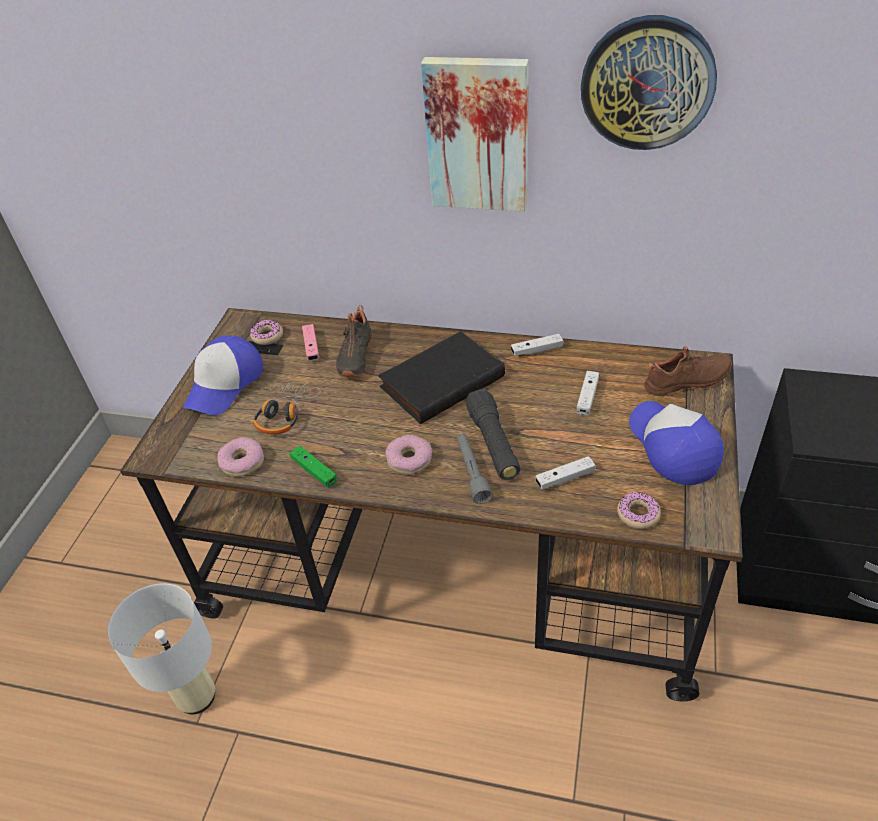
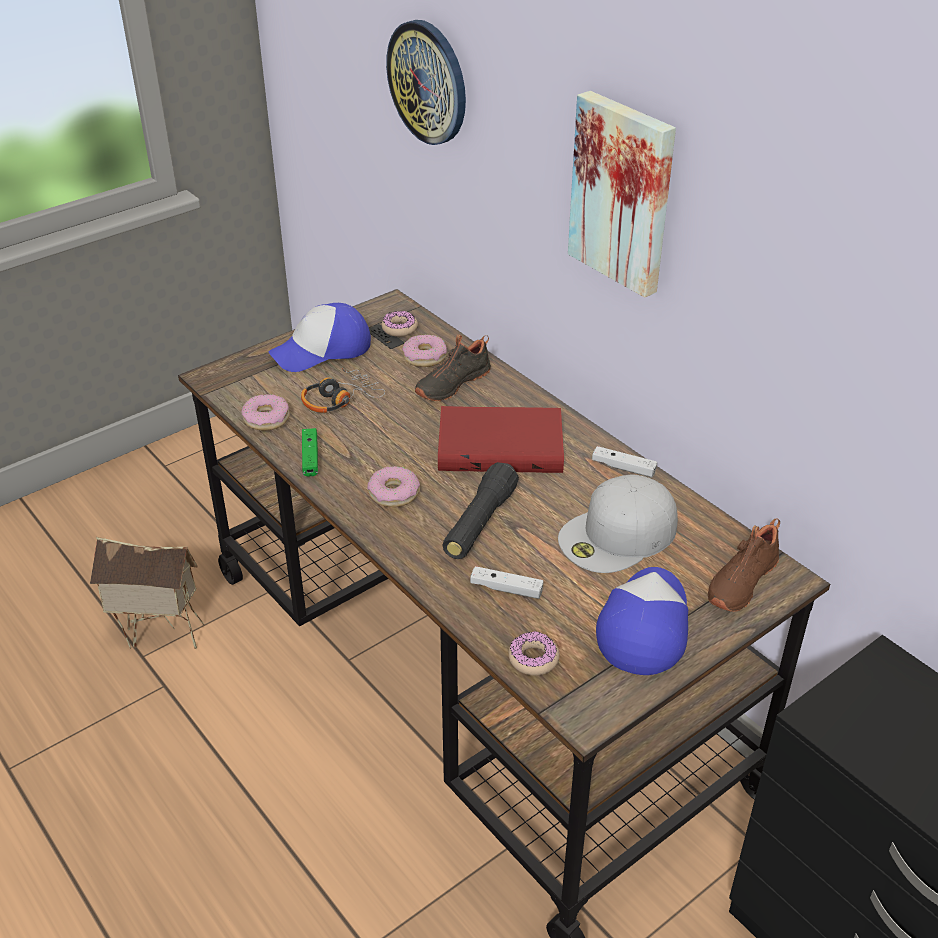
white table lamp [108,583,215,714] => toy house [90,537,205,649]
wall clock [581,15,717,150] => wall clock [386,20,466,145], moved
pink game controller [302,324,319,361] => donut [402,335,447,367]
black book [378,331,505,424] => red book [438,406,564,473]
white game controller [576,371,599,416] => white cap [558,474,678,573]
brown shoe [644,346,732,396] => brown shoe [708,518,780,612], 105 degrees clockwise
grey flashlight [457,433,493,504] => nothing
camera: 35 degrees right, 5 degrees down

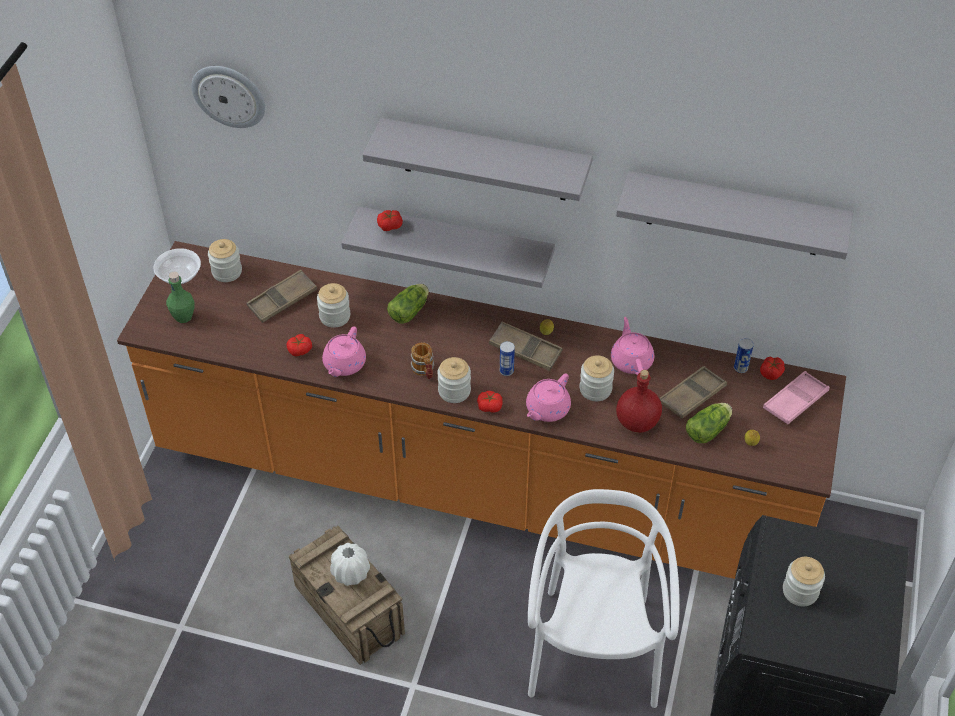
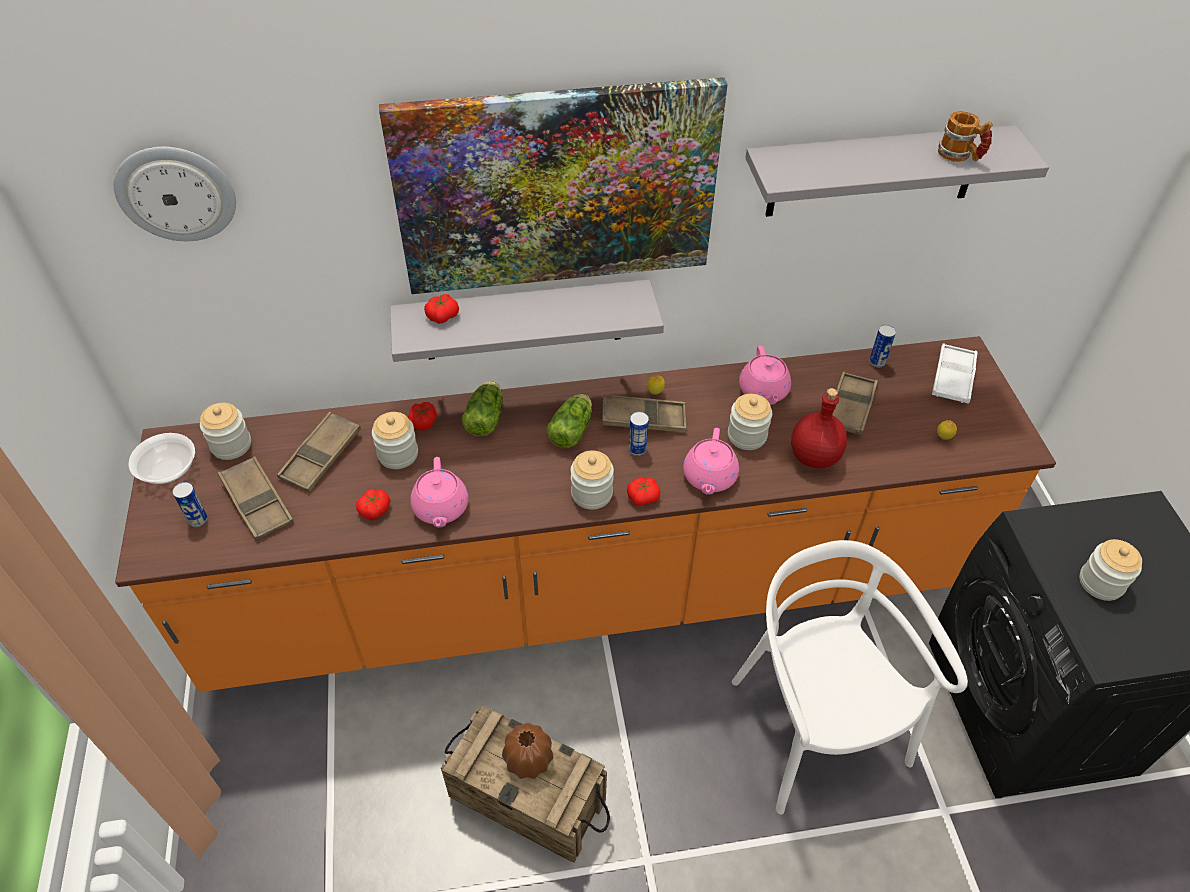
green bottle [166,272,195,323] => can [173,482,208,527]
nothing => brown tray [218,456,294,541]
grey shelf [363,118,593,201] => picture [379,77,728,294]
tomato [760,356,785,380] => tomato [408,402,437,431], moved
white vase [330,543,370,586] => brown vase [502,723,553,779]
lettuce [686,403,732,444] => lettuce [547,394,592,448], moved
pink teapot [611,317,654,375] => pink teapot [739,345,791,405], 150 degrees counterclockwise
pink tray [763,371,830,424] => white tray [932,343,978,404]
mug [410,342,435,379] => mug [938,111,993,162], moved
camera: 25 degrees left, 0 degrees up

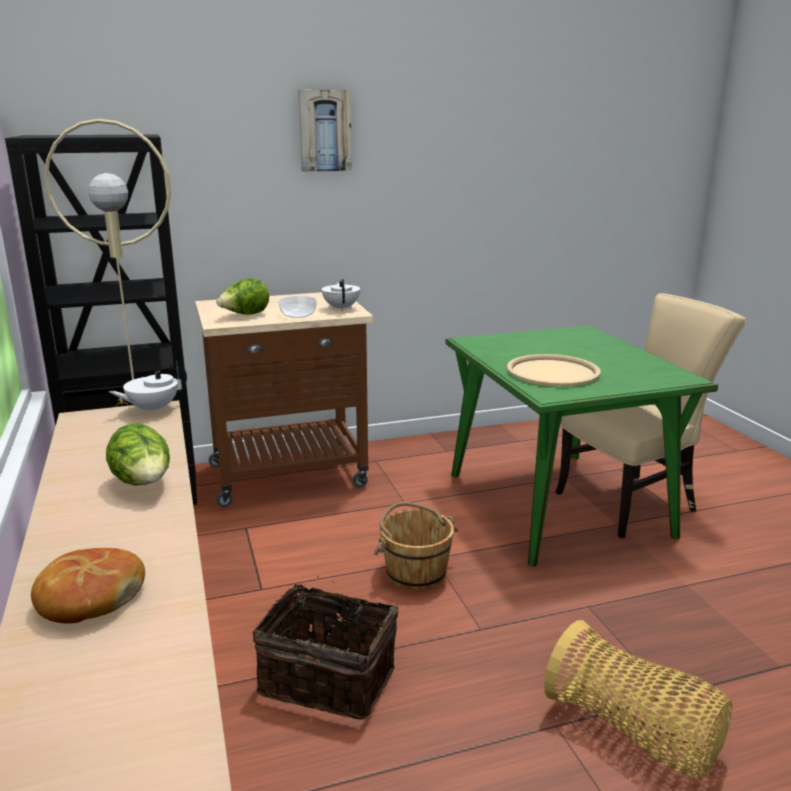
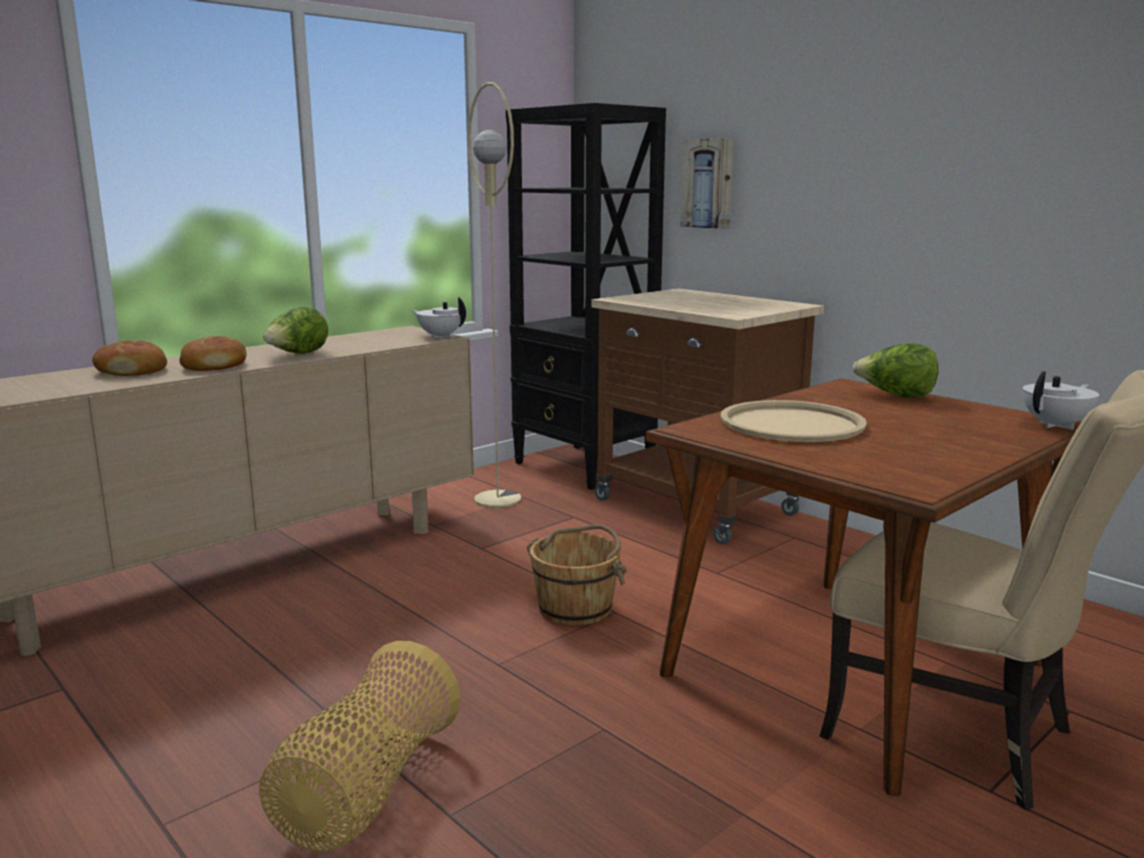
nothing => bread [179,336,247,371]
green dining table [445,325,718,567] => brown dining table [646,378,1082,796]
picture [298,90,352,172] => picture [680,138,734,229], moved
lettuce [216,278,269,315] => lettuce [852,343,939,398], moved
white teapot [322,279,360,311] => white teapot [1023,371,1099,430], moved
basket [253,576,398,720] => nothing
bowl [278,296,317,318] => nothing
camera: 65 degrees right, 5 degrees down

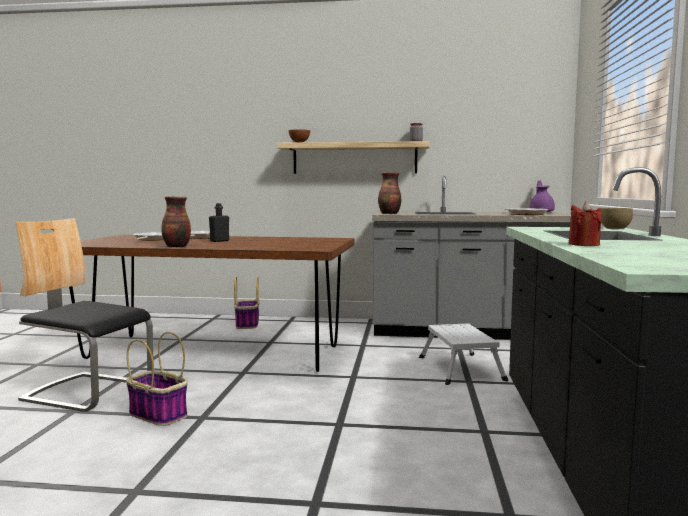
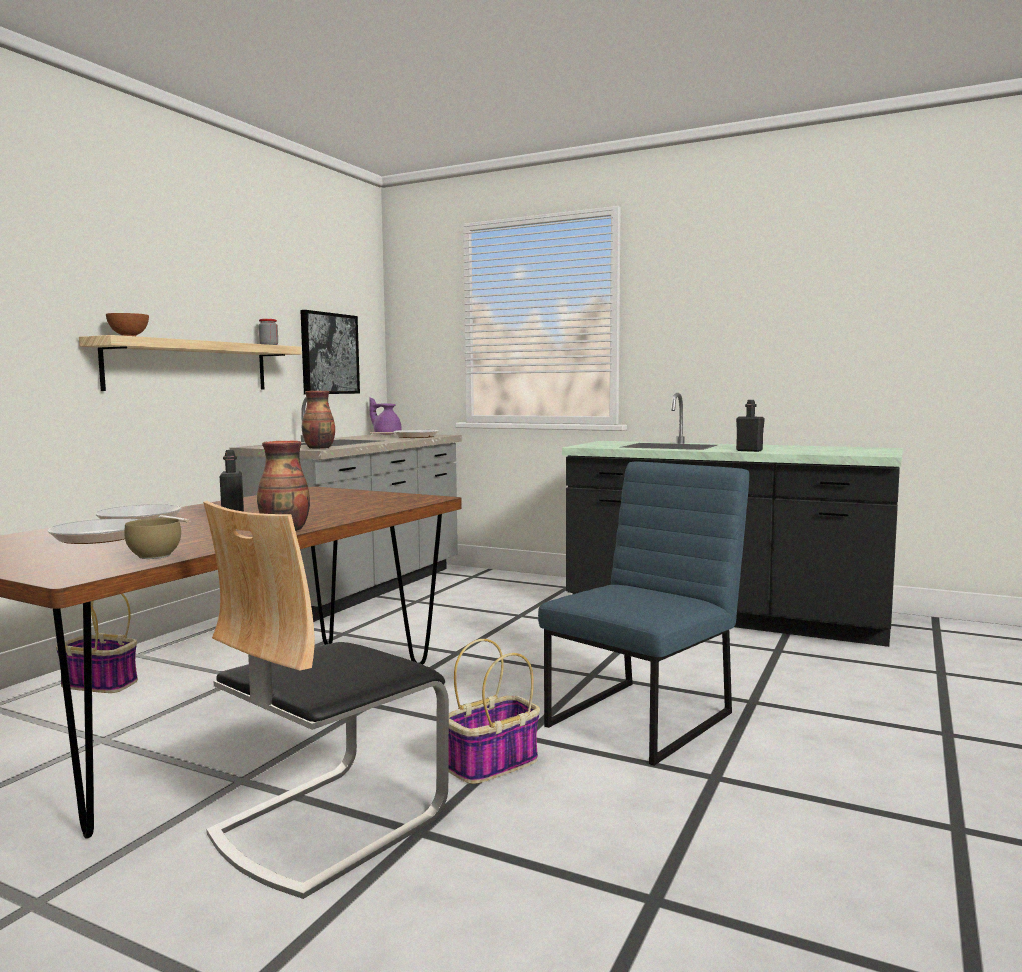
brown bowl [601,208,633,229] => brown bowl [124,518,181,559], moved
nothing => picture [300,310,360,394]
nothing => blue chair [538,461,749,766]
red candle [569,202,602,246] => black bottle [736,400,765,452]
white step ladder [419,323,509,385] => nothing
camera: 70 degrees left, 0 degrees up

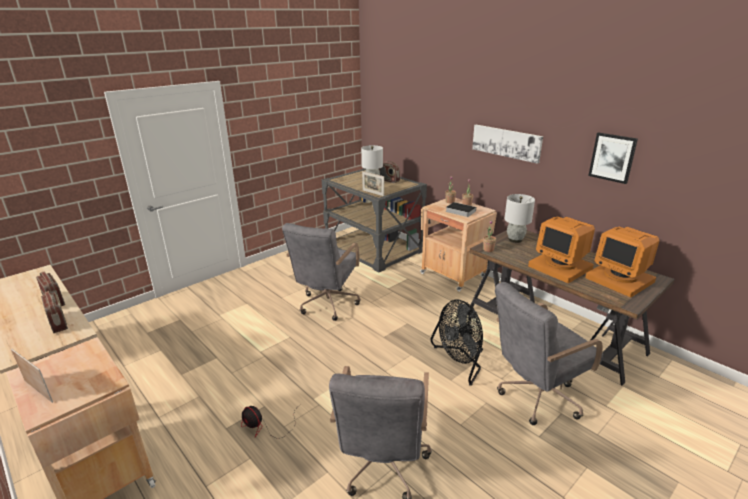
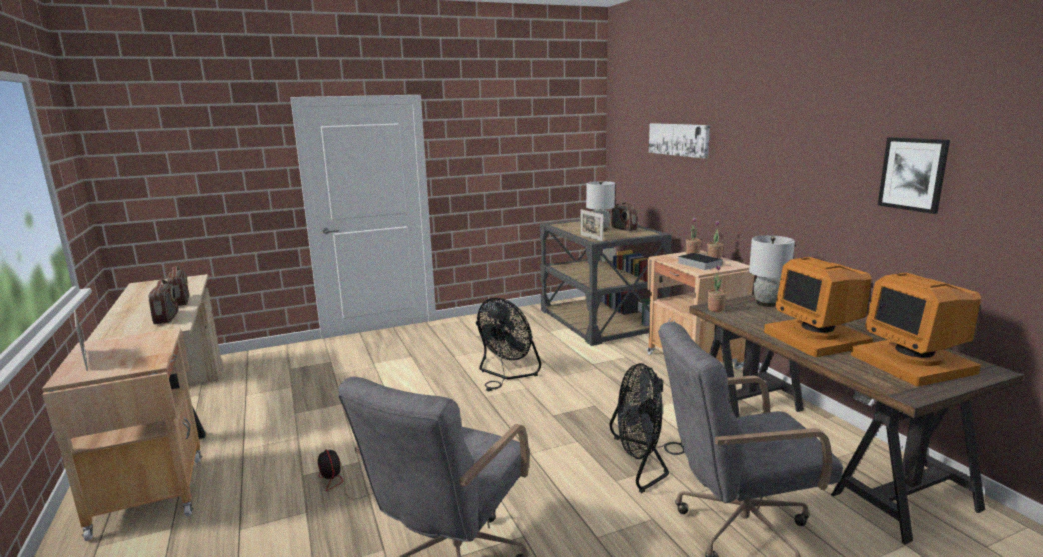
grey office chair [282,223,361,321] => black fan [475,298,541,392]
picture [472,125,543,164] => picture [649,123,710,159], moved
camera: 20 degrees right, 10 degrees down

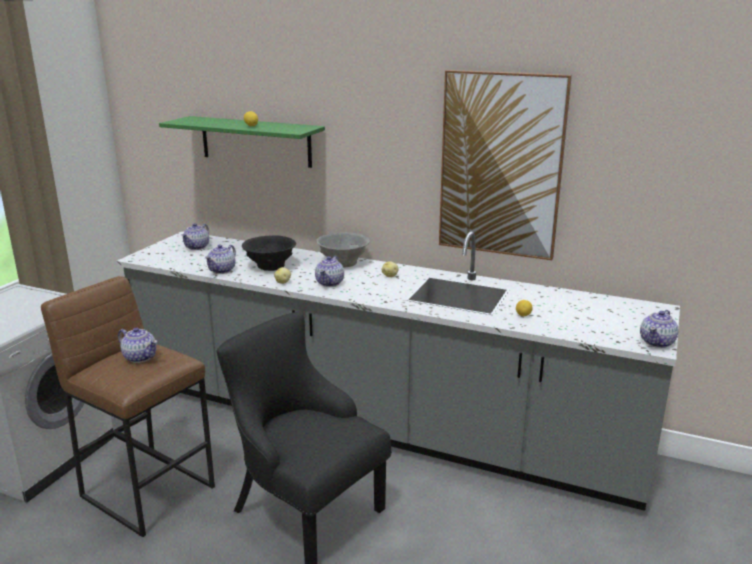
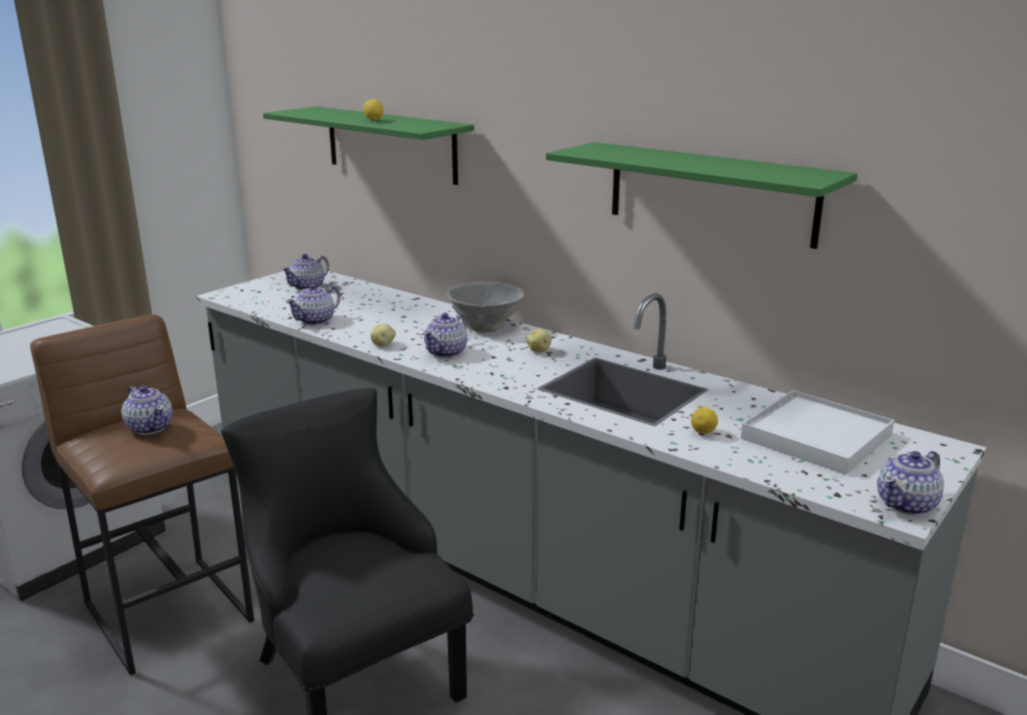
picture [439,70,572,260] => green shelf [546,142,857,249]
nothing => white tray [741,390,894,475]
black bowl [242,235,296,271] => nothing
camera: 15 degrees right, 0 degrees up

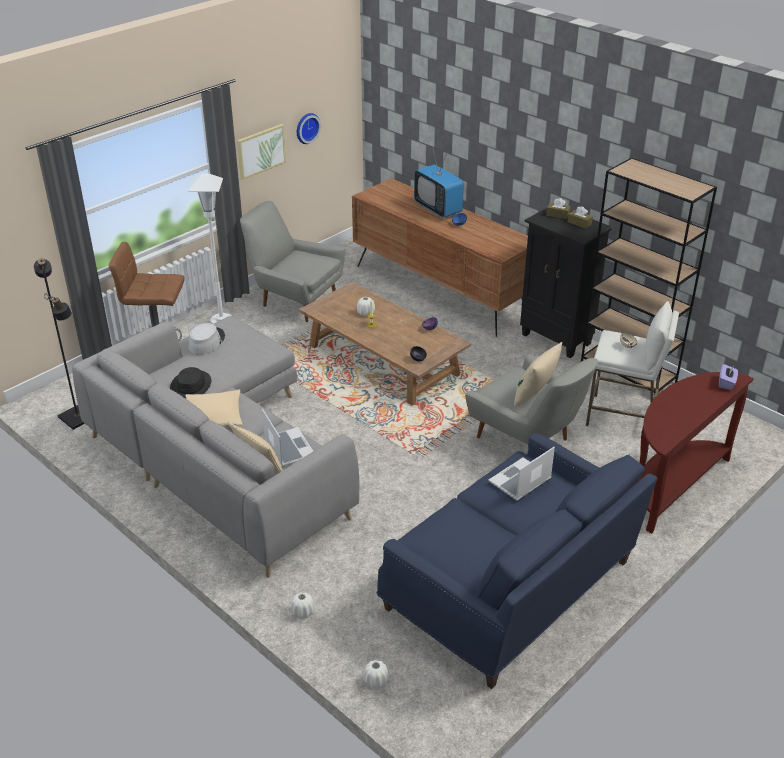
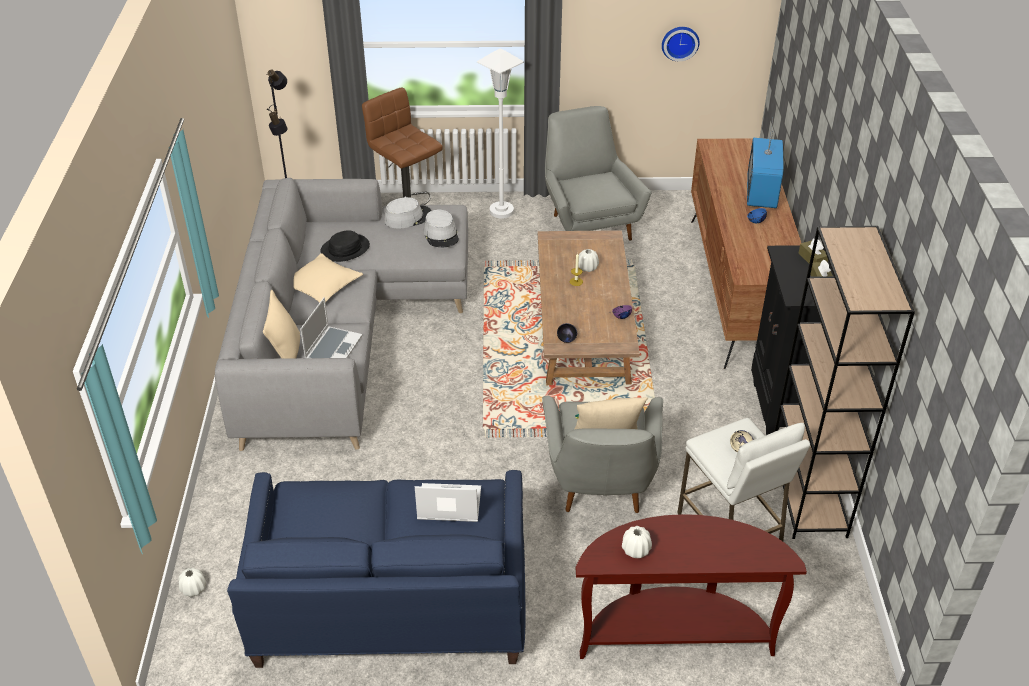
nothing => grey hat [423,209,459,247]
white vase [291,592,315,619] => white vase [622,526,652,558], moved
picture [237,124,286,180] => nothing
purple tissue box [719,364,738,390] => nothing
camera: 45 degrees right, 5 degrees up

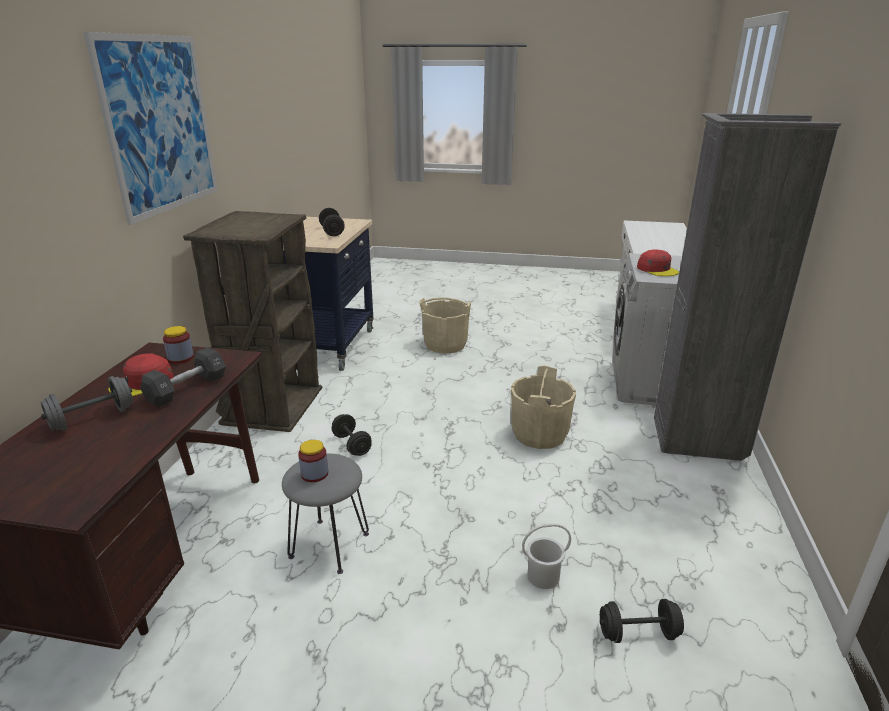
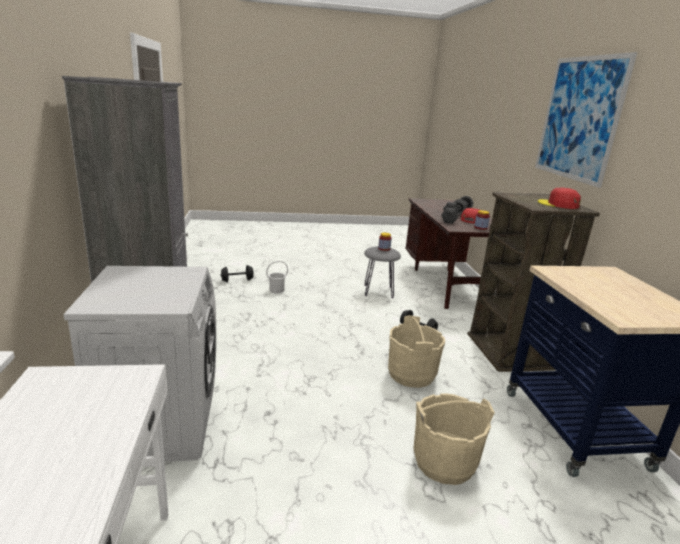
beige bucket [511,366,576,449] => beige bucket [388,315,445,388], moved
red cap [637,249,679,276] => red cap [538,188,581,209], moved
black dumbbell [319,208,345,236] => nothing
camera: 160 degrees right, 5 degrees down

